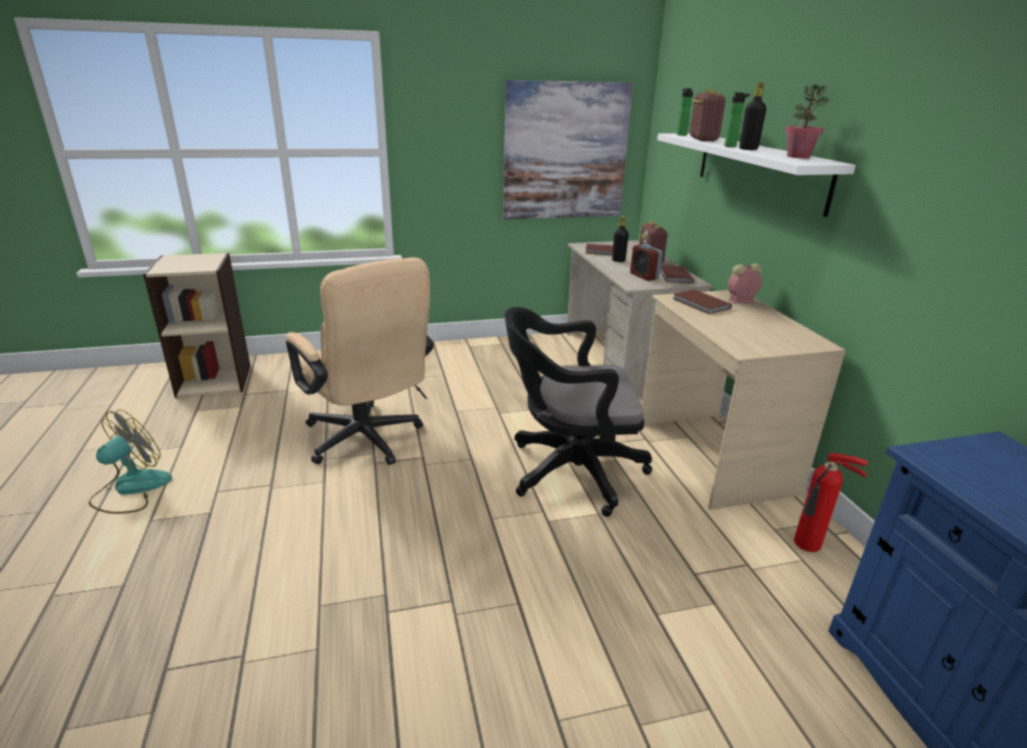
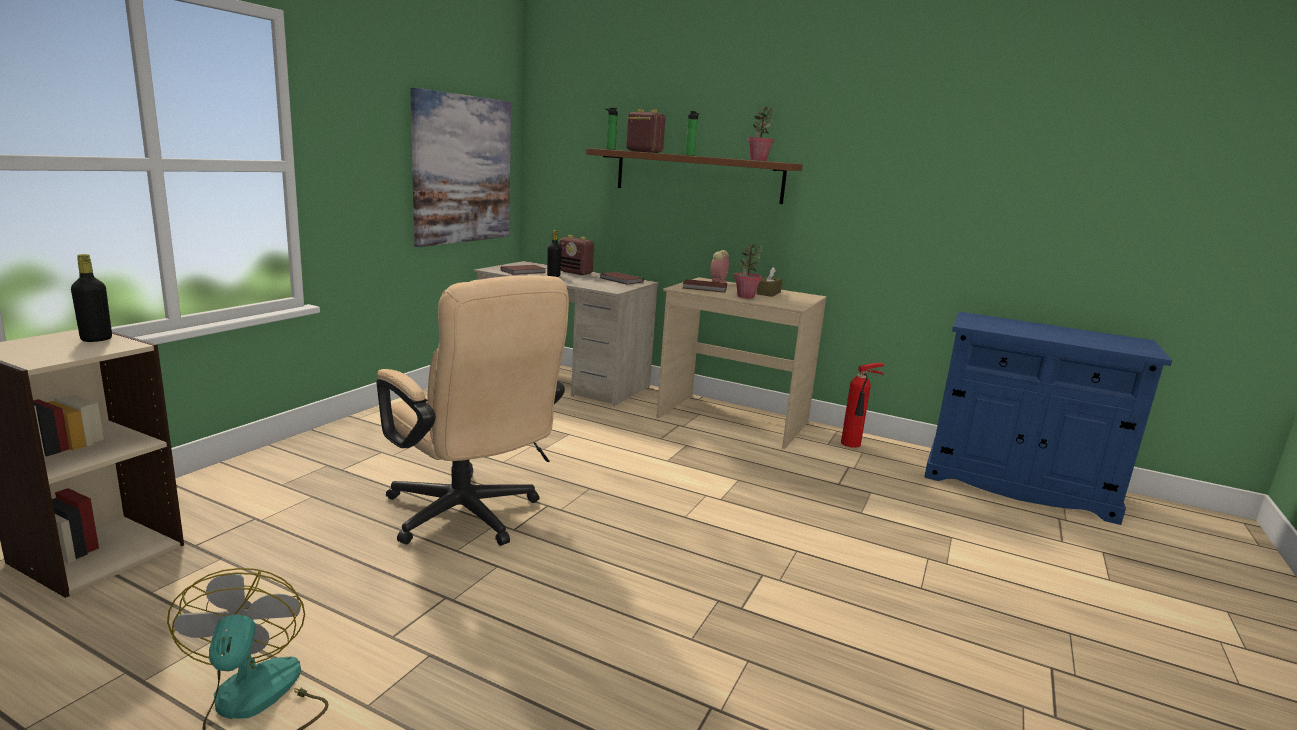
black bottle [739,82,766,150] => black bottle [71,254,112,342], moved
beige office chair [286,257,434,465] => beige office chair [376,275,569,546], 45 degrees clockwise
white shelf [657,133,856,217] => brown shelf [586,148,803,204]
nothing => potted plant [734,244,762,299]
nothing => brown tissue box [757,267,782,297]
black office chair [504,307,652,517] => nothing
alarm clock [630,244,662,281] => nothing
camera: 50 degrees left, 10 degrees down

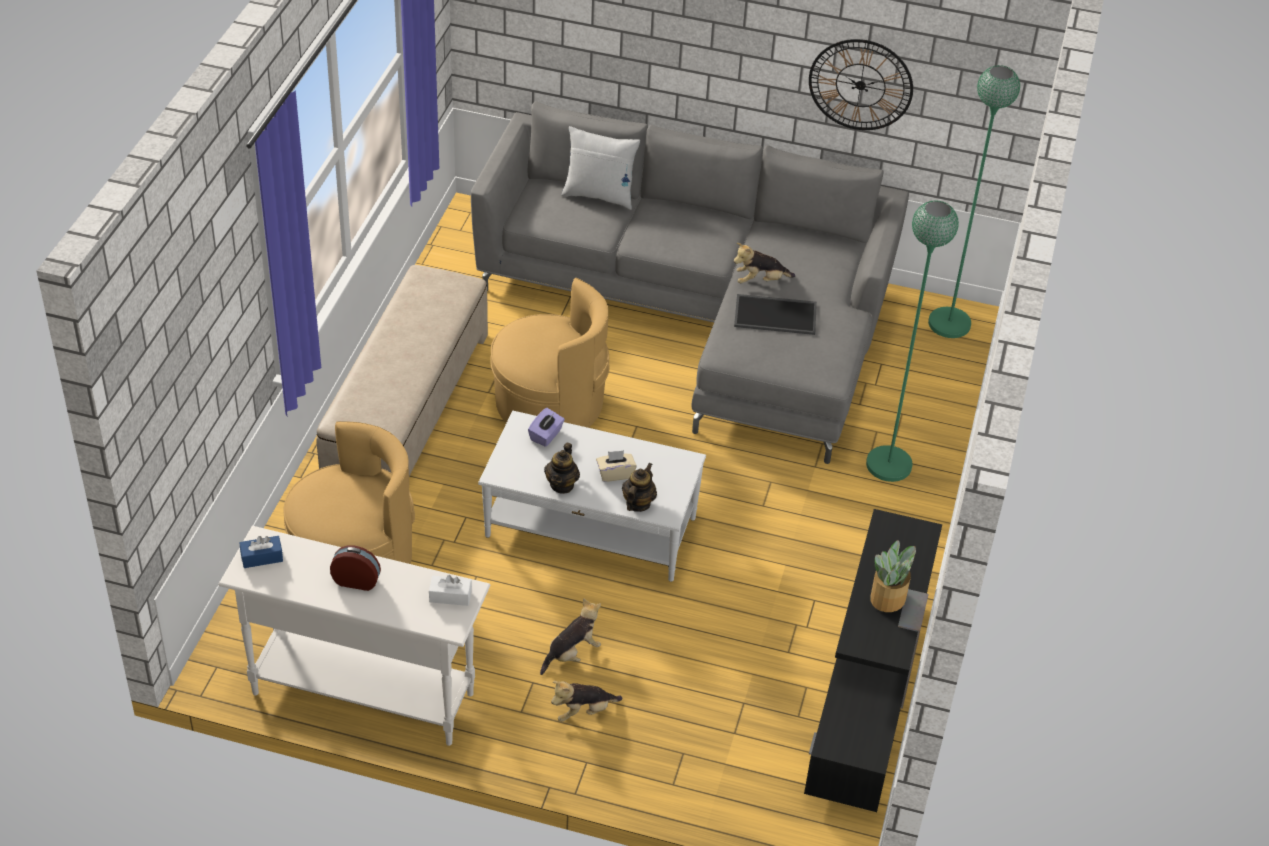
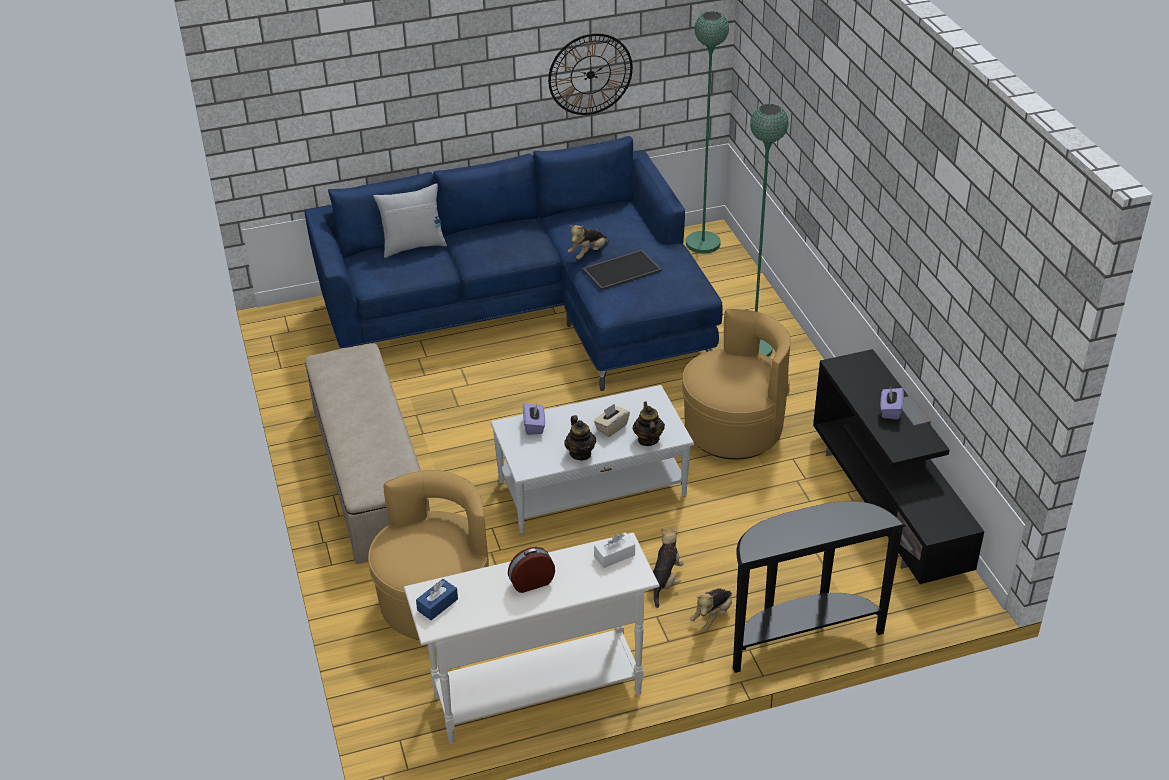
grey sofa [471,101,909,464] => blue sofa [305,136,723,391]
beige armchair [490,278,609,428] => beige armchair [682,309,791,460], moved
nothing => black console table [733,501,906,673]
potted plant [870,540,916,612] => purple tissue box [880,387,904,420]
camera: 30 degrees left, 5 degrees down

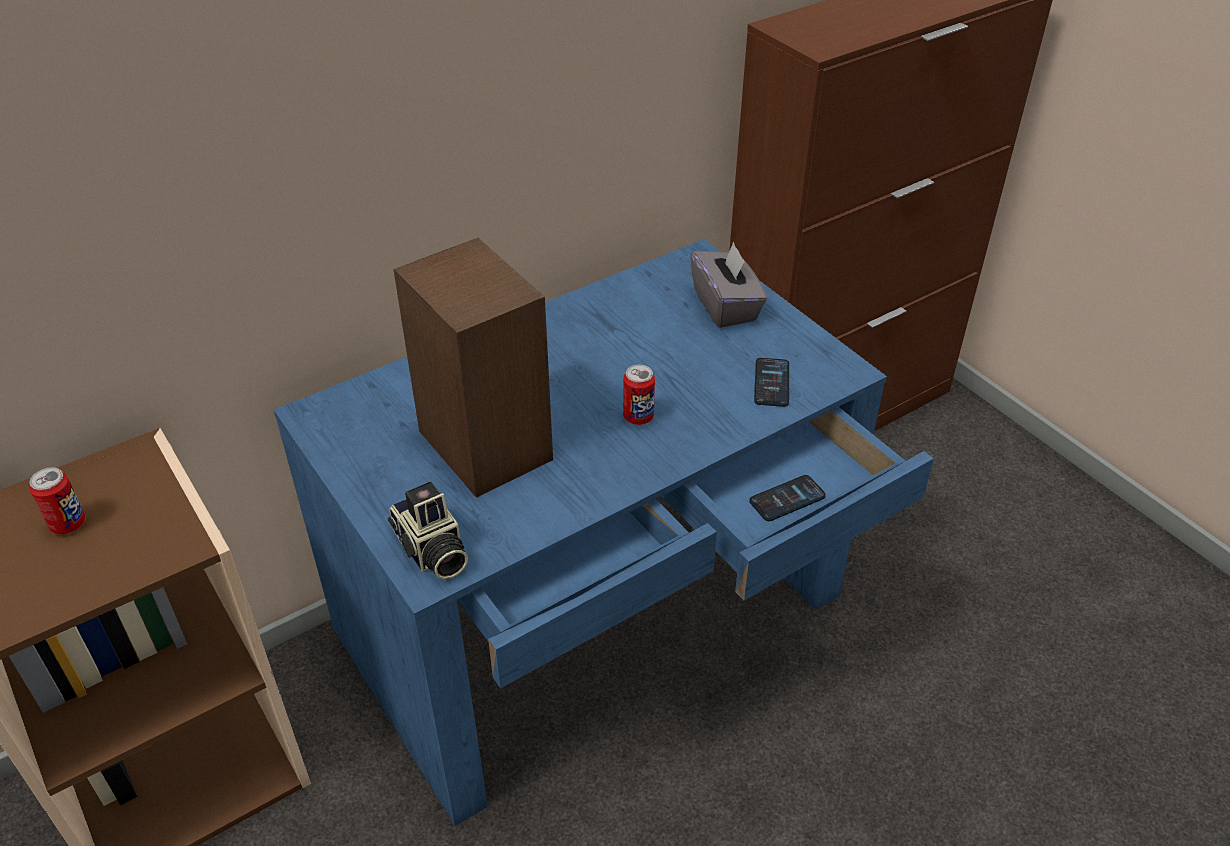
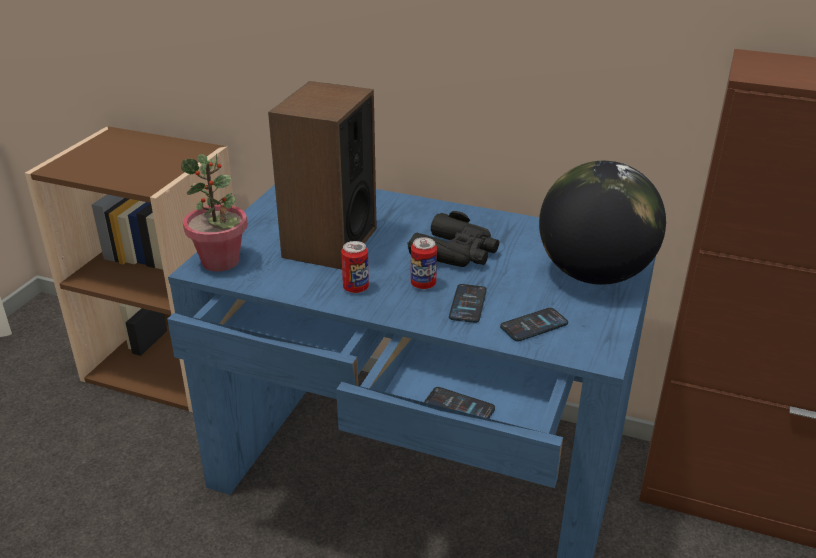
photo camera [388,482,468,579] => potted plant [181,154,247,272]
can [29,467,86,535] => can [341,241,369,293], moved
nothing => black binoculars [407,211,500,267]
nothing => phone [449,284,487,323]
grey tissue box [690,242,767,328] => globe [539,161,666,285]
camera: 55 degrees right, 10 degrees down

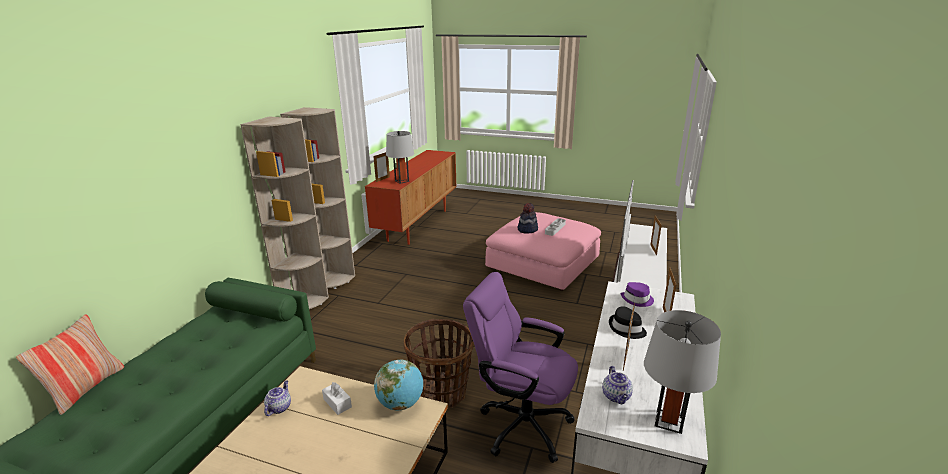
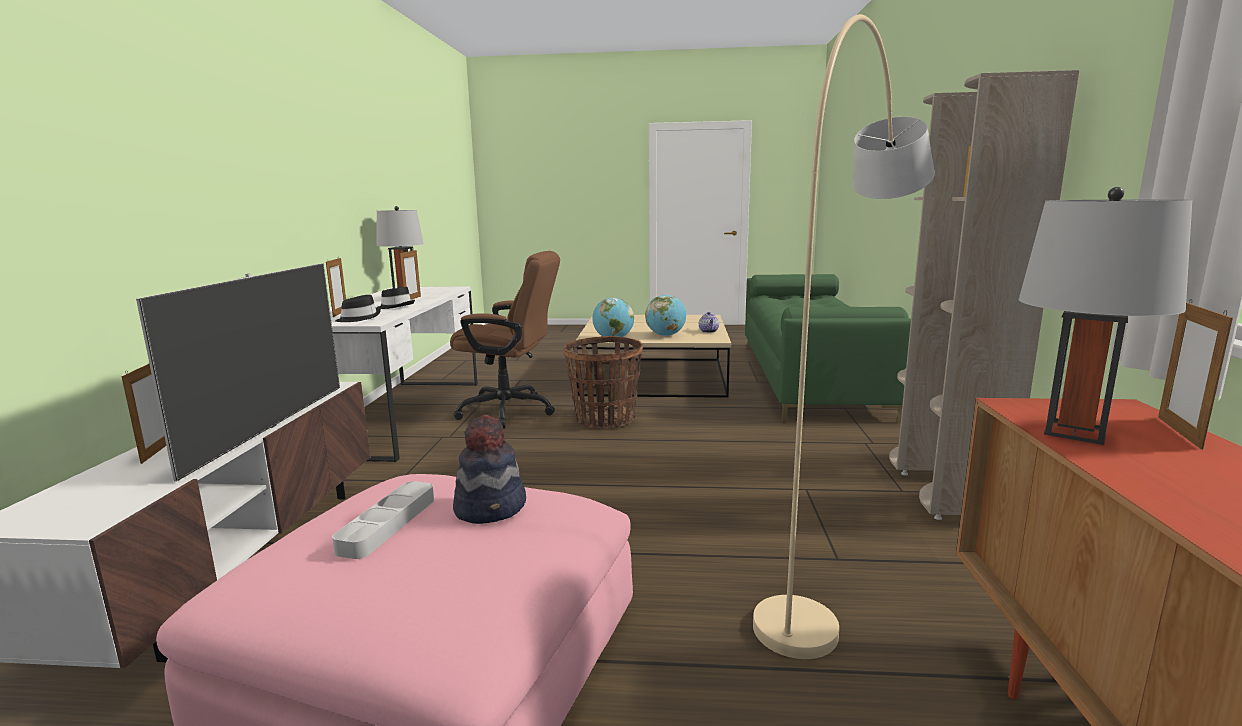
purple hat [621,282,654,307] => black hat [335,295,381,322]
purple office chair [463,272,578,463] => brown office chair [450,251,560,428]
white tissue box [322,382,352,415] => globe [645,295,686,336]
nothing => beige floor lamp [753,14,935,659]
pillow [16,314,124,415] => nothing
teapot [602,366,633,404] => nothing
camera: 165 degrees right, 10 degrees down

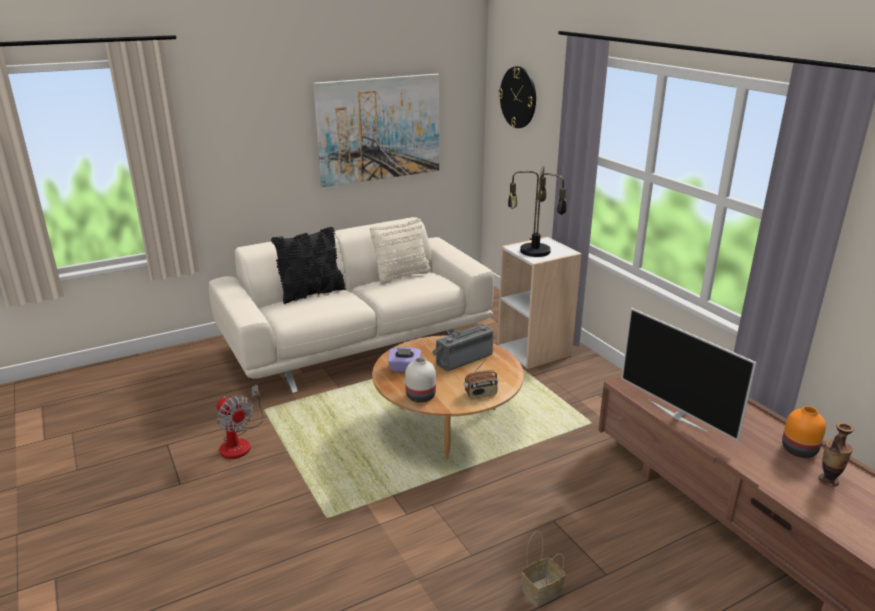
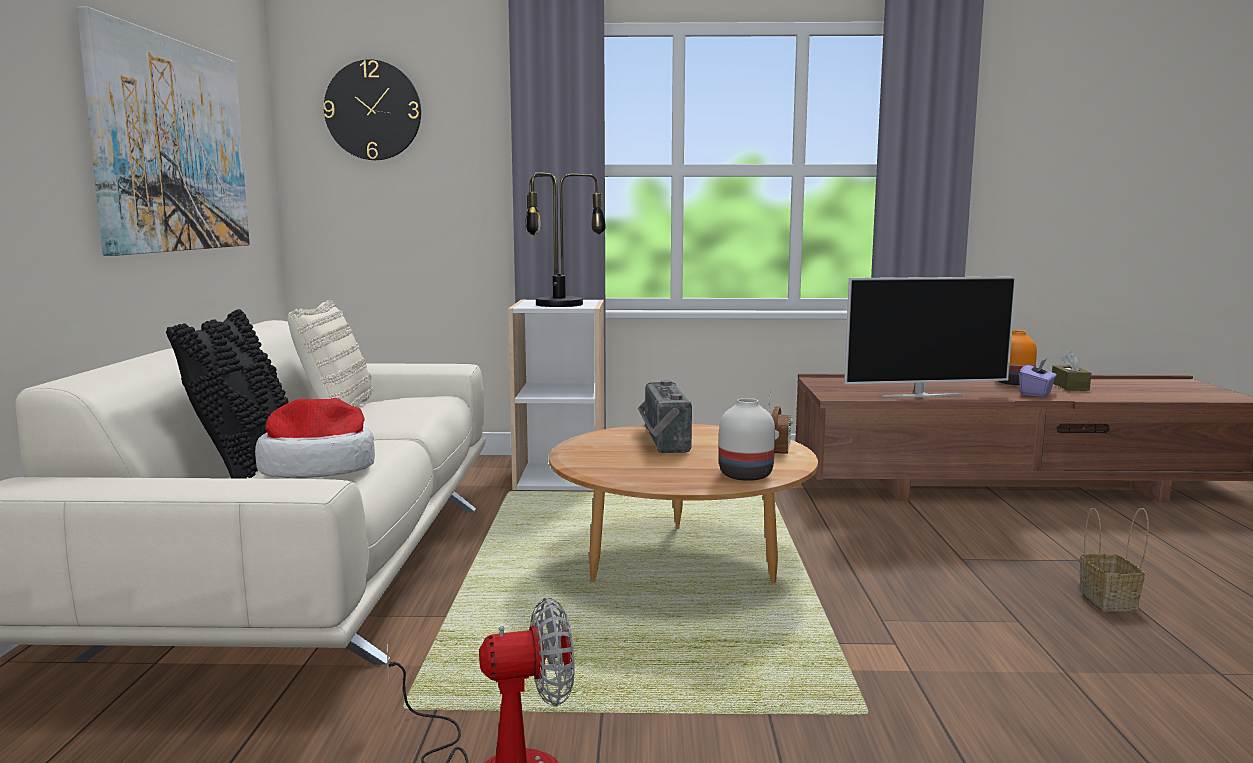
nothing => hat [255,398,375,478]
purple tissue box [388,347,422,372] => purple tissue box [1019,359,1056,397], moved
vase [818,423,854,487] => brown tissue box [1052,352,1091,391]
camera: 60 degrees left, 15 degrees down

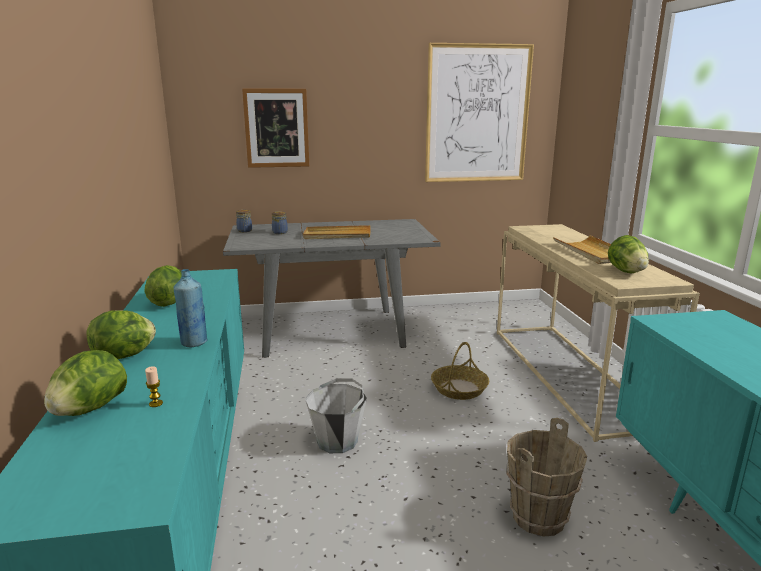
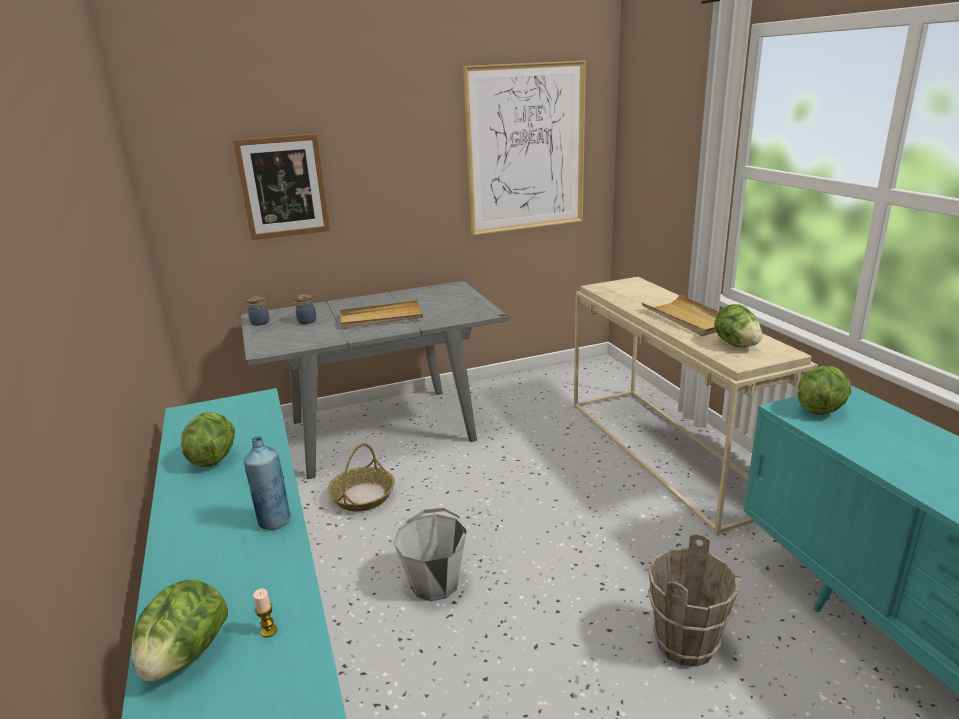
basket [431,342,489,400] => basket [327,443,395,511], moved
lettuce [86,310,156,359] => lettuce [798,366,851,415], moved
camera: 10 degrees left, 5 degrees up

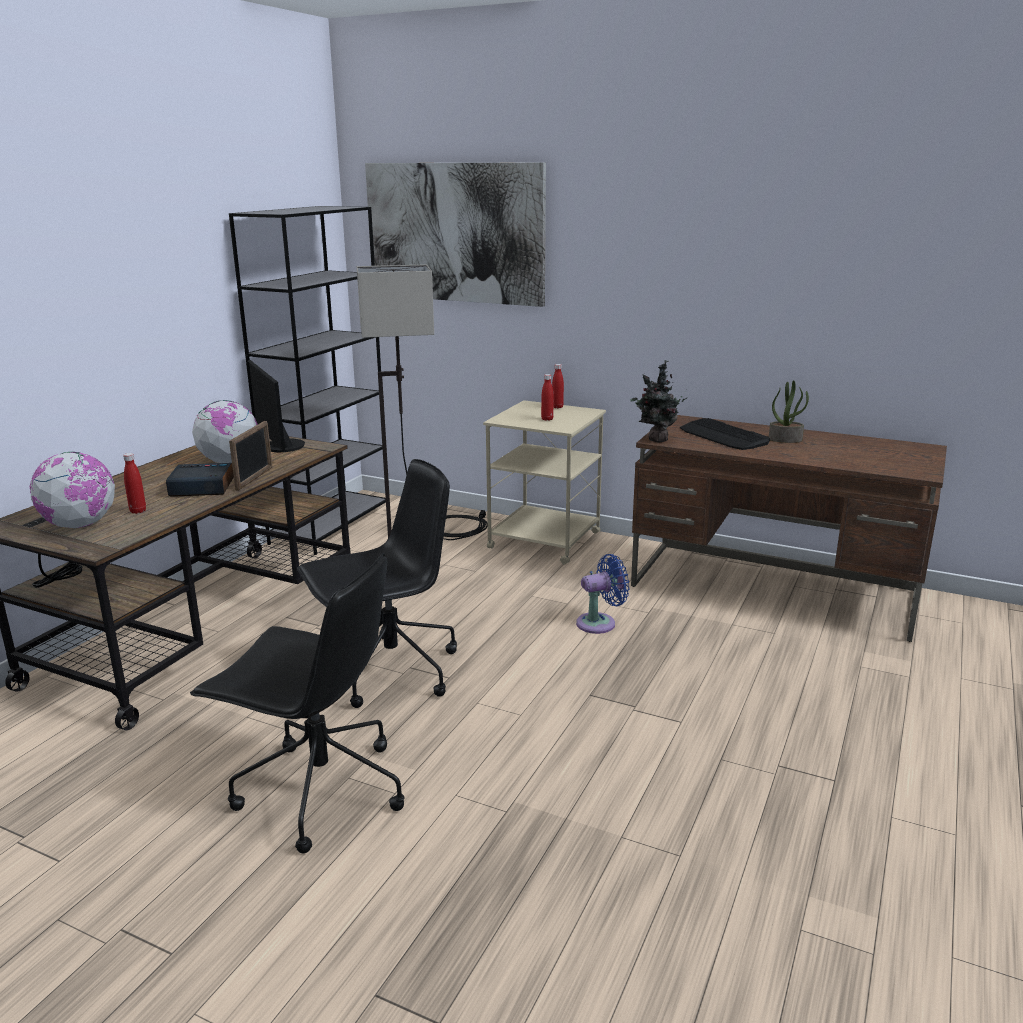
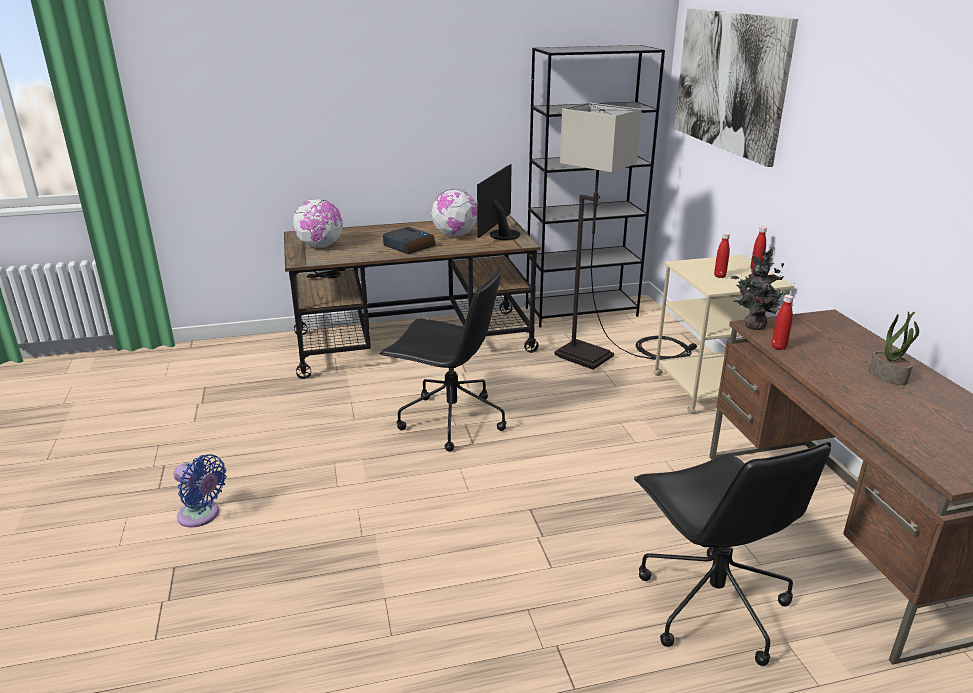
blue fan [576,554,630,634] => blue fan [173,454,227,527], moved
black office chair [190,553,404,853] => black office chair [634,442,831,666], moved
red bottle [123,453,146,514] => red bottle [772,295,794,350], moved
picture frame [229,421,272,491] => nothing
keyboard [680,418,770,450] => nothing
camera: 50 degrees right, 5 degrees up

